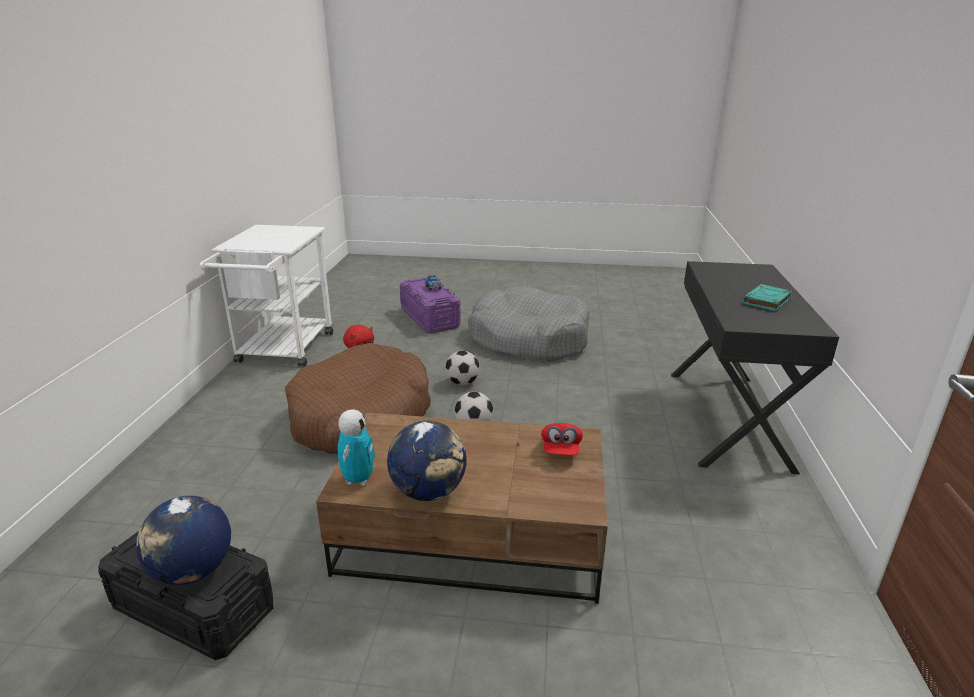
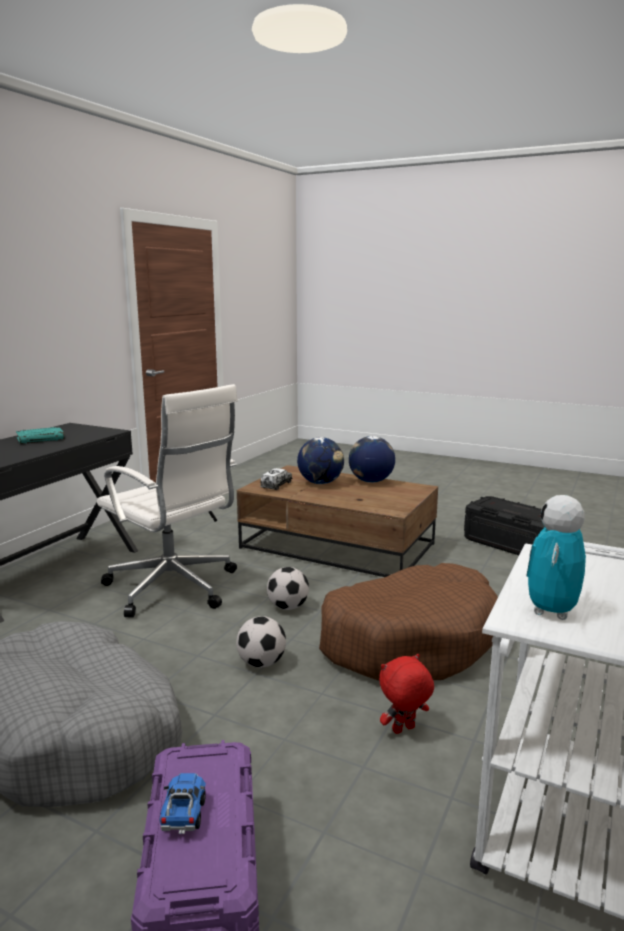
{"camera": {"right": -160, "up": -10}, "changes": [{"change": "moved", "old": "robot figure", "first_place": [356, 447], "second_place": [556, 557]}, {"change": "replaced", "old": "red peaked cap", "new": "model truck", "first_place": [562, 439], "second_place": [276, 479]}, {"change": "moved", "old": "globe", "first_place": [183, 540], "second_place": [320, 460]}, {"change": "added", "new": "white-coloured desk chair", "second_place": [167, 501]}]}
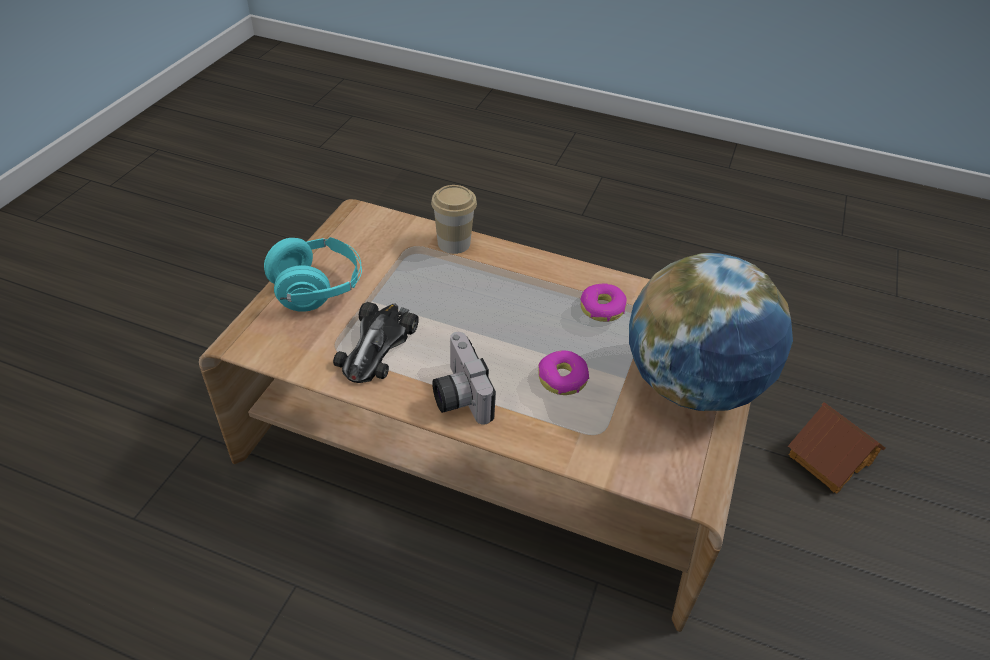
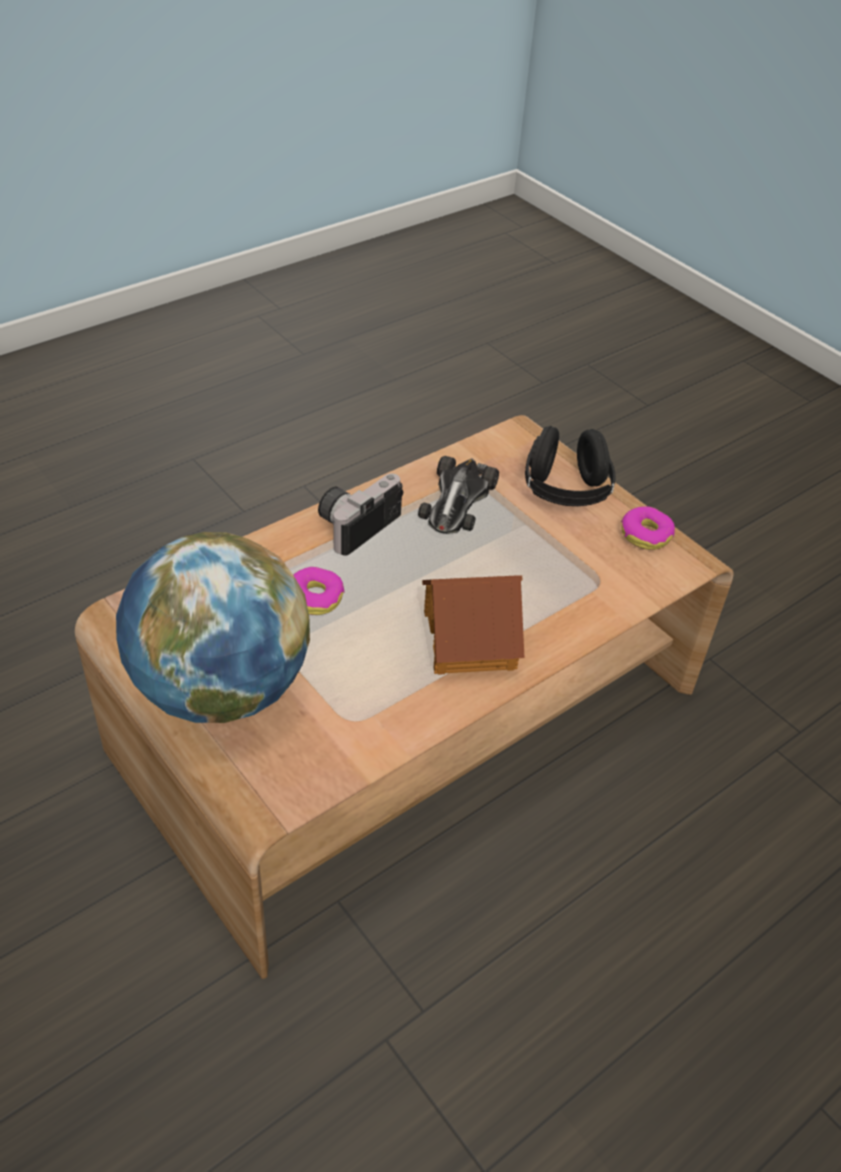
{"camera": {"right": 120, "up": 0}, "changes": [{"change": "removed", "old": "small cup", "first_place": [454, 219]}, {"change": "recoloured", "old": "blue-green headset", "new": "blackish headset", "first_place": [313, 274], "second_place": [570, 466]}, {"change": "moved", "old": "doughnut", "first_place": [603, 302], "second_place": [648, 528]}, {"change": "turned", "old": "toy car", "first_place": [376, 342], "second_place": [458, 495], "degrees": -120}, {"change": "turned", "old": "still camera", "first_place": [464, 378], "second_place": [360, 515], "degrees": -60}, {"change": "moved", "old": "model house", "first_place": [836, 448], "second_place": [473, 625]}]}
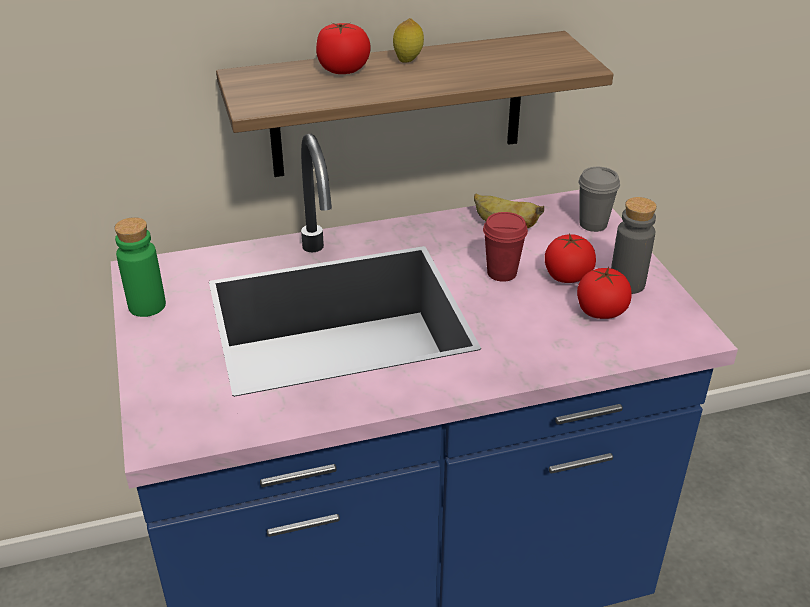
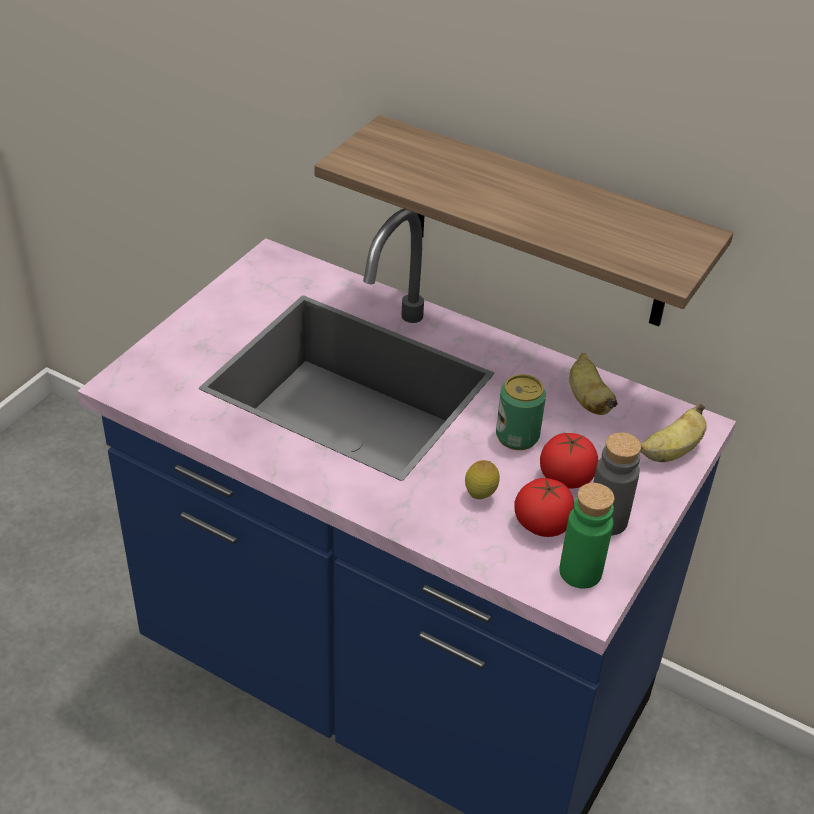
{"camera": {"right": 45, "up": 5}, "changes": [{"change": "moved", "old": "lemon", "first_place": [408, 40], "second_place": [482, 479]}, {"change": "removed", "old": "whole tomato", "first_place": [343, 48]}, {"change": "replaced", "old": "gray small cup", "new": "banana", "first_place": [599, 199], "second_place": [673, 432]}, {"change": "replaced", "old": "red small cup", "new": "sealed can", "first_place": [505, 247], "second_place": [521, 412]}, {"change": "moved", "old": "green bottle", "first_place": [140, 267], "second_place": [587, 536]}]}
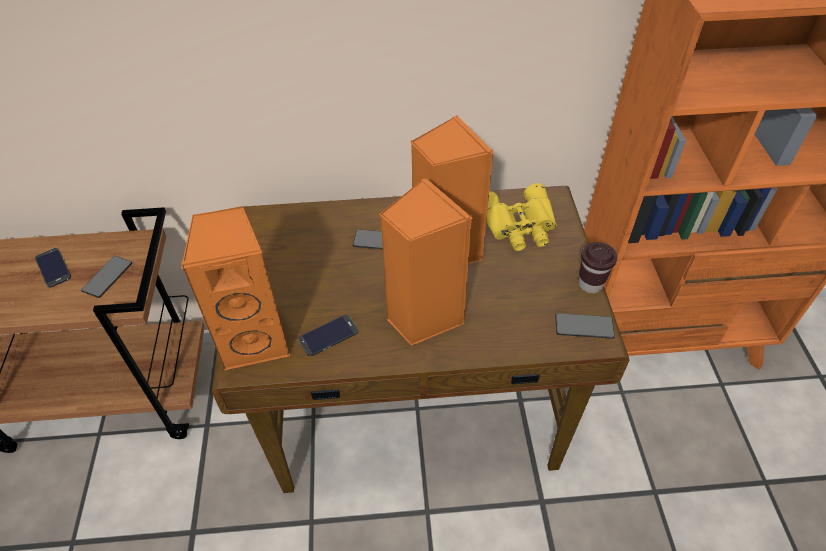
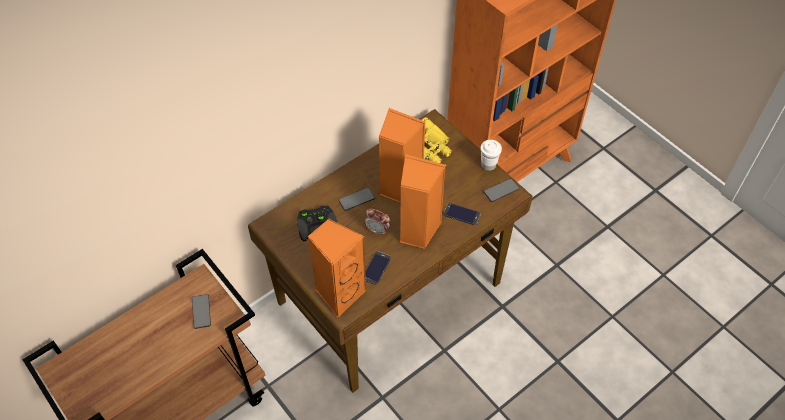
{"camera": {"right": -35, "up": 5}, "changes": [{"change": "recoloured", "old": "brownish small cup", "new": "white-coloured small cup", "first_place": [598, 267], "second_place": [491, 155]}, {"change": "moved", "old": "telephone", "first_place": [53, 267], "second_place": [462, 214]}, {"change": "added", "new": "blackish gamepad", "second_place": [317, 223]}, {"change": "added", "new": "table clock", "second_place": [377, 222]}]}
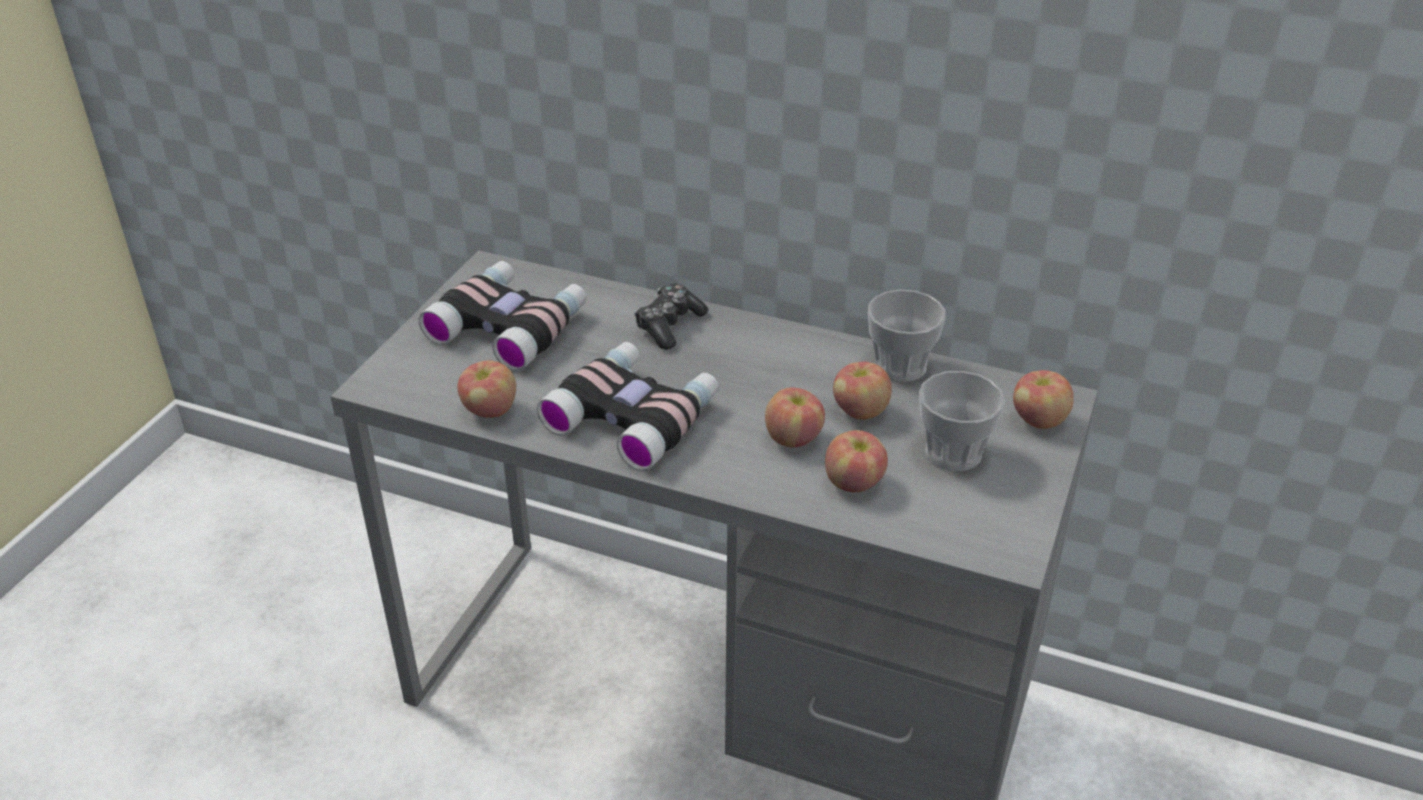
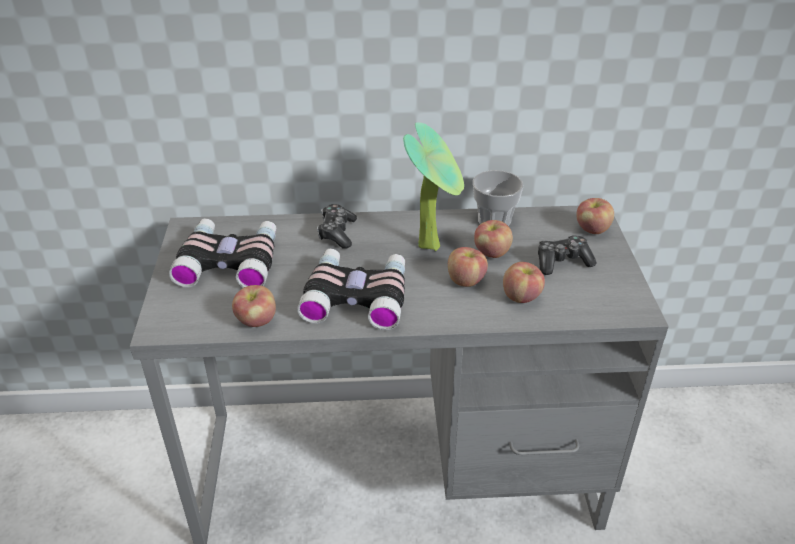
{"camera": {"right": -25, "up": 0}, "changes": [{"change": "replaced", "old": "small cup", "new": "gamepad", "first_place": [962, 421], "second_place": [567, 255]}, {"change": "added", "new": "houseplant", "second_place": [433, 186]}]}
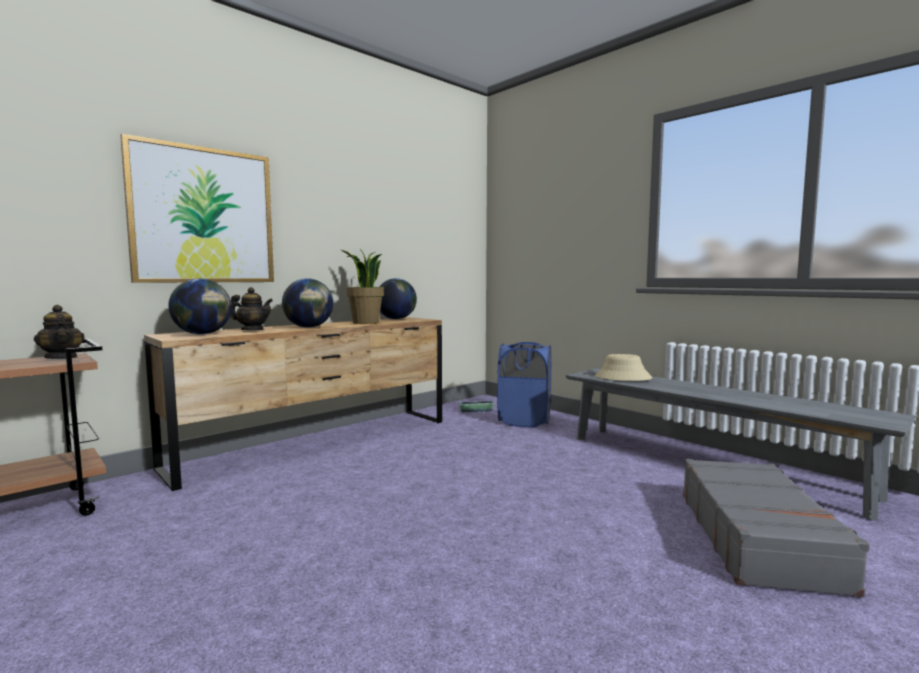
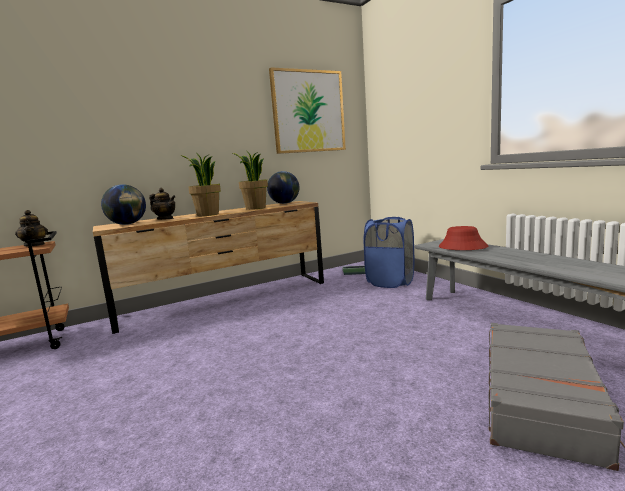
{"camera": {"right": 15, "up": 5}, "changes": [{"change": "moved", "old": "picture", "first_place": [197, 208], "second_place": [307, 110]}, {"change": "replaced", "old": "globe", "new": "houseplant", "first_place": [307, 303], "second_place": [201, 185]}, {"change": "recoloured", "old": "sand-coloured hat", "new": "red hat", "first_place": [623, 367], "second_place": [463, 238]}]}
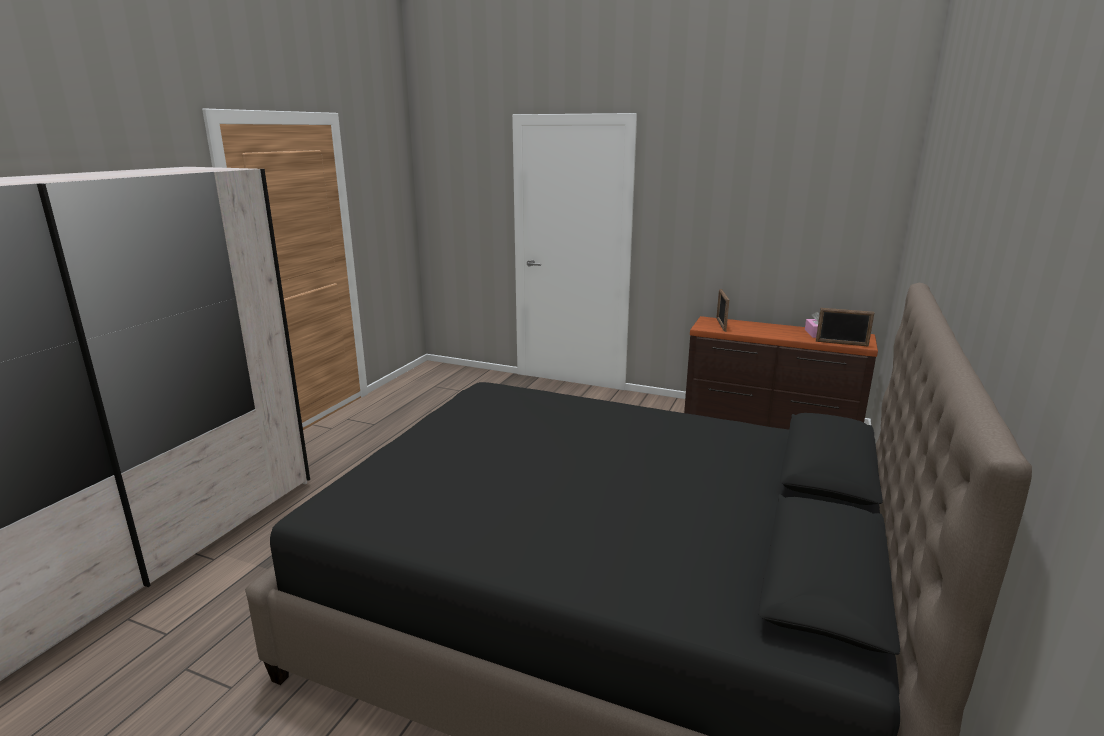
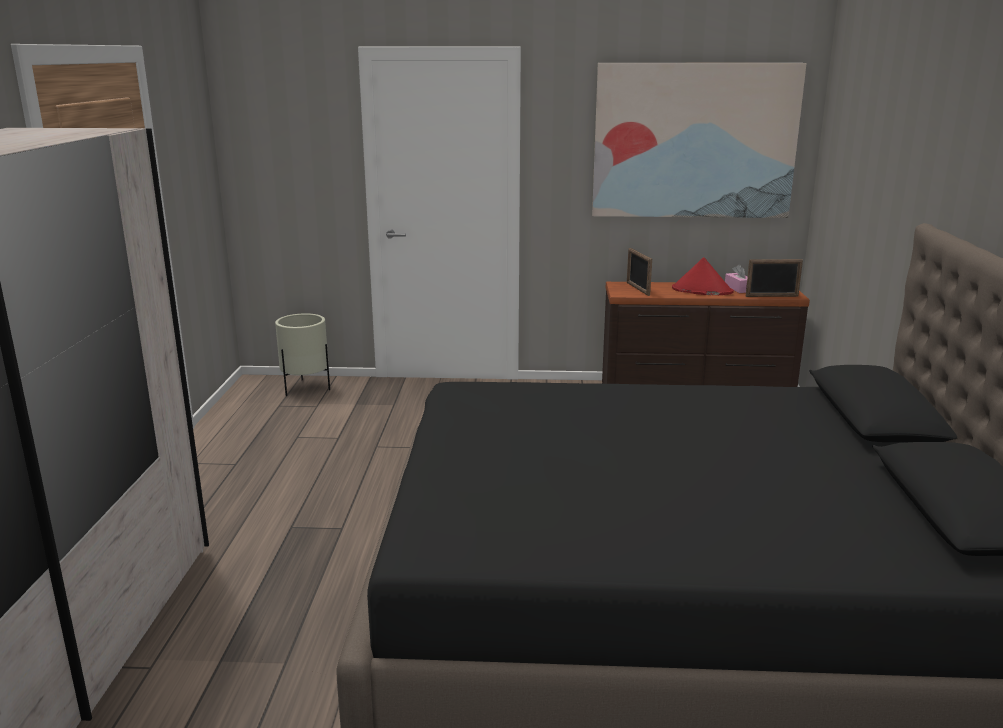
{"camera": {"right": -20, "up": 0}, "changes": [{"change": "added", "new": "picture", "second_place": [699, 140]}, {"change": "added", "new": "red hat", "second_place": [703, 276]}, {"change": "added", "new": "sand-coloured planter", "second_place": [302, 354]}]}
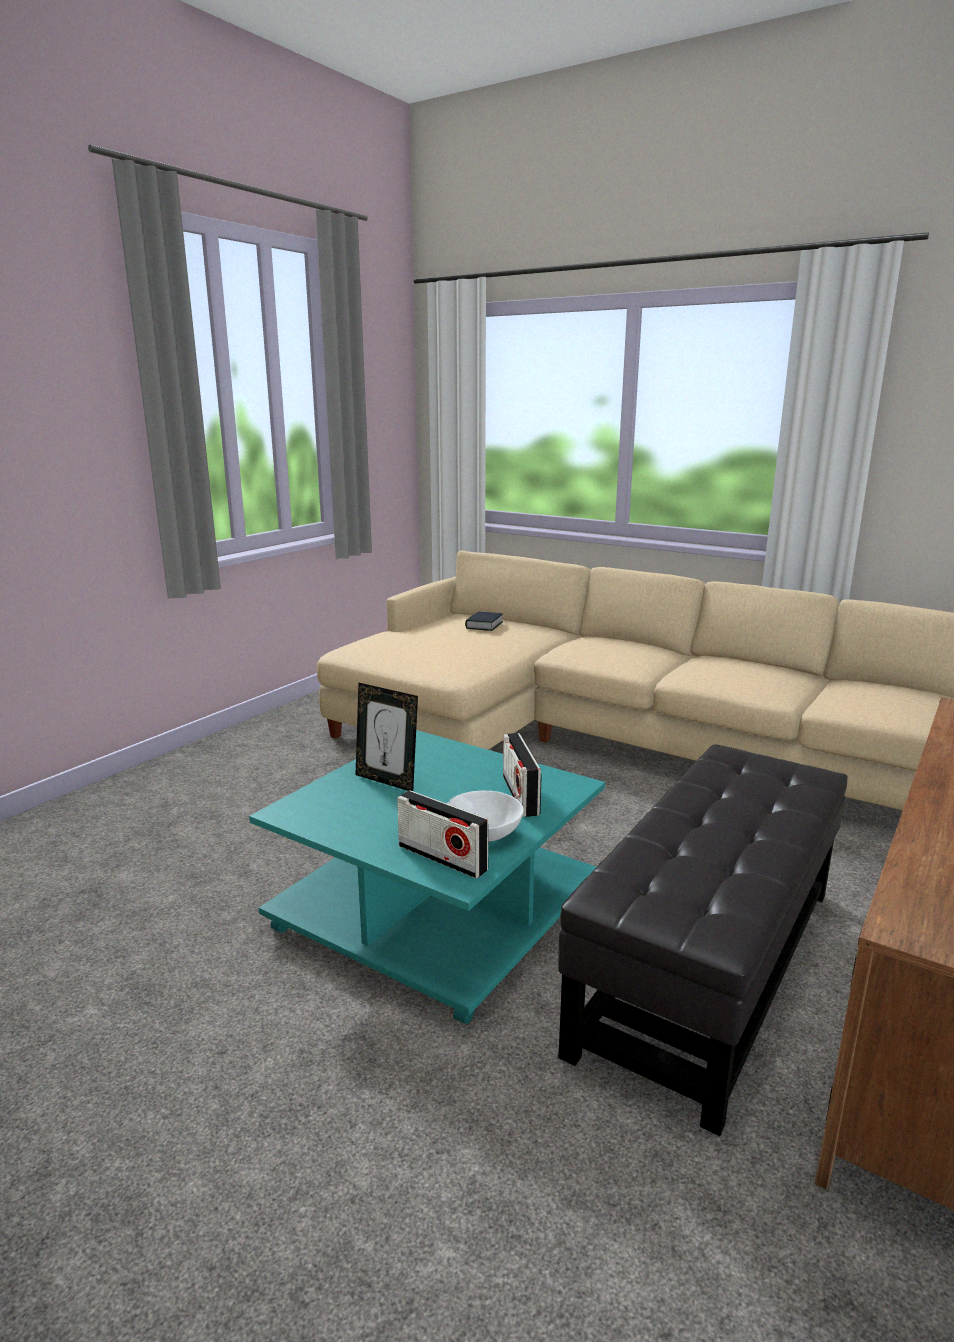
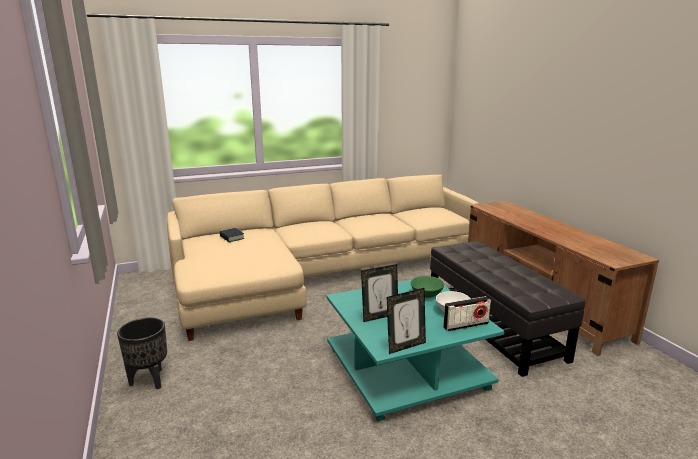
{"camera": {"right": -55, "up": 0}, "changes": [{"change": "replaced", "old": "radio receiver", "new": "green bowl", "first_place": [522, 775], "second_place": [427, 287]}, {"change": "added", "new": "photo frame", "second_place": [406, 321]}, {"change": "added", "new": "blackish planter", "second_place": [142, 353]}]}
